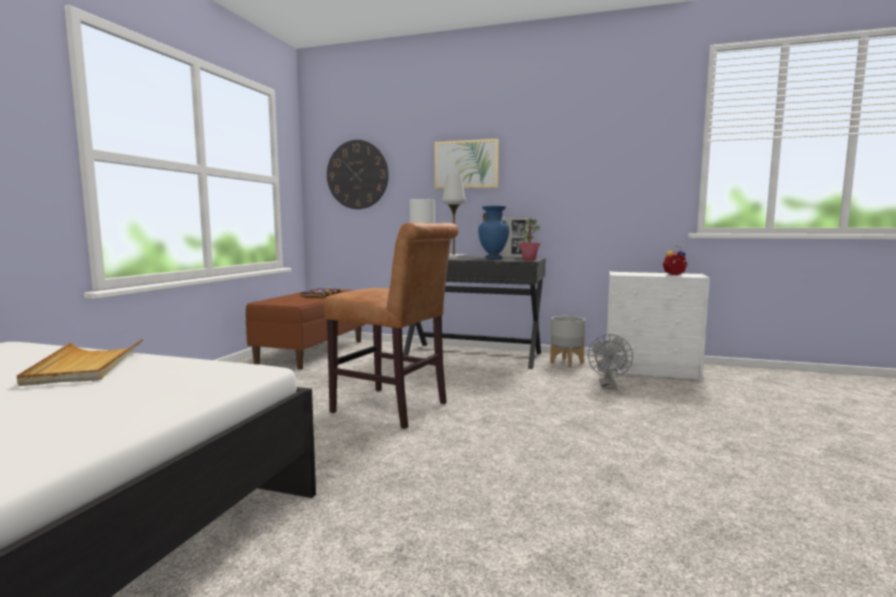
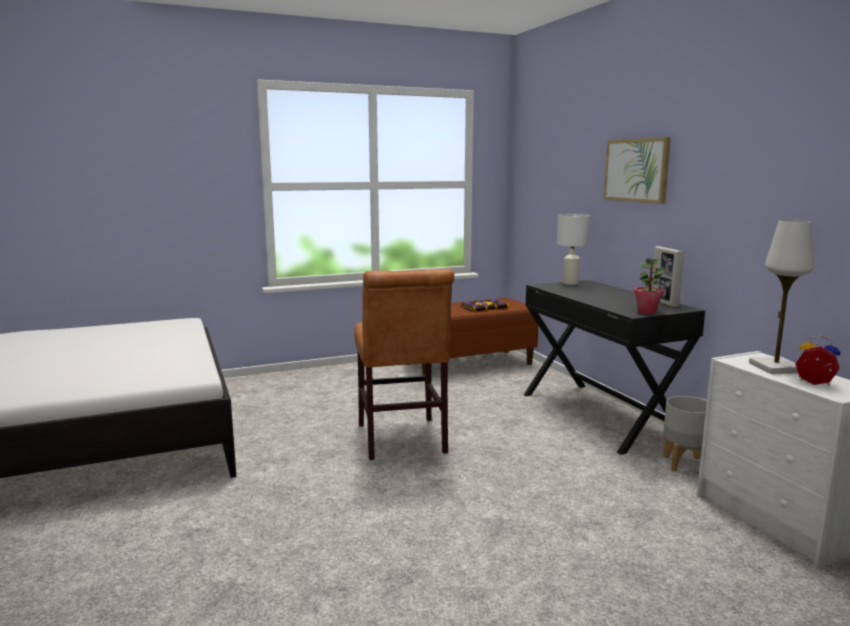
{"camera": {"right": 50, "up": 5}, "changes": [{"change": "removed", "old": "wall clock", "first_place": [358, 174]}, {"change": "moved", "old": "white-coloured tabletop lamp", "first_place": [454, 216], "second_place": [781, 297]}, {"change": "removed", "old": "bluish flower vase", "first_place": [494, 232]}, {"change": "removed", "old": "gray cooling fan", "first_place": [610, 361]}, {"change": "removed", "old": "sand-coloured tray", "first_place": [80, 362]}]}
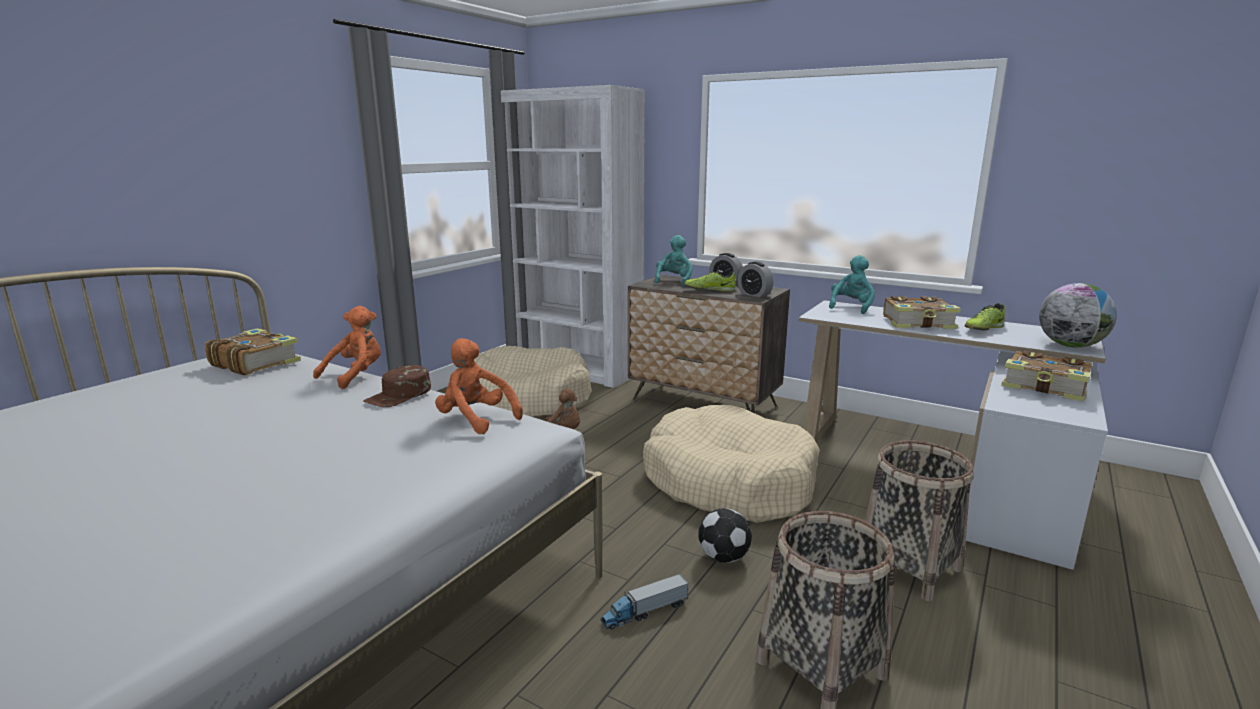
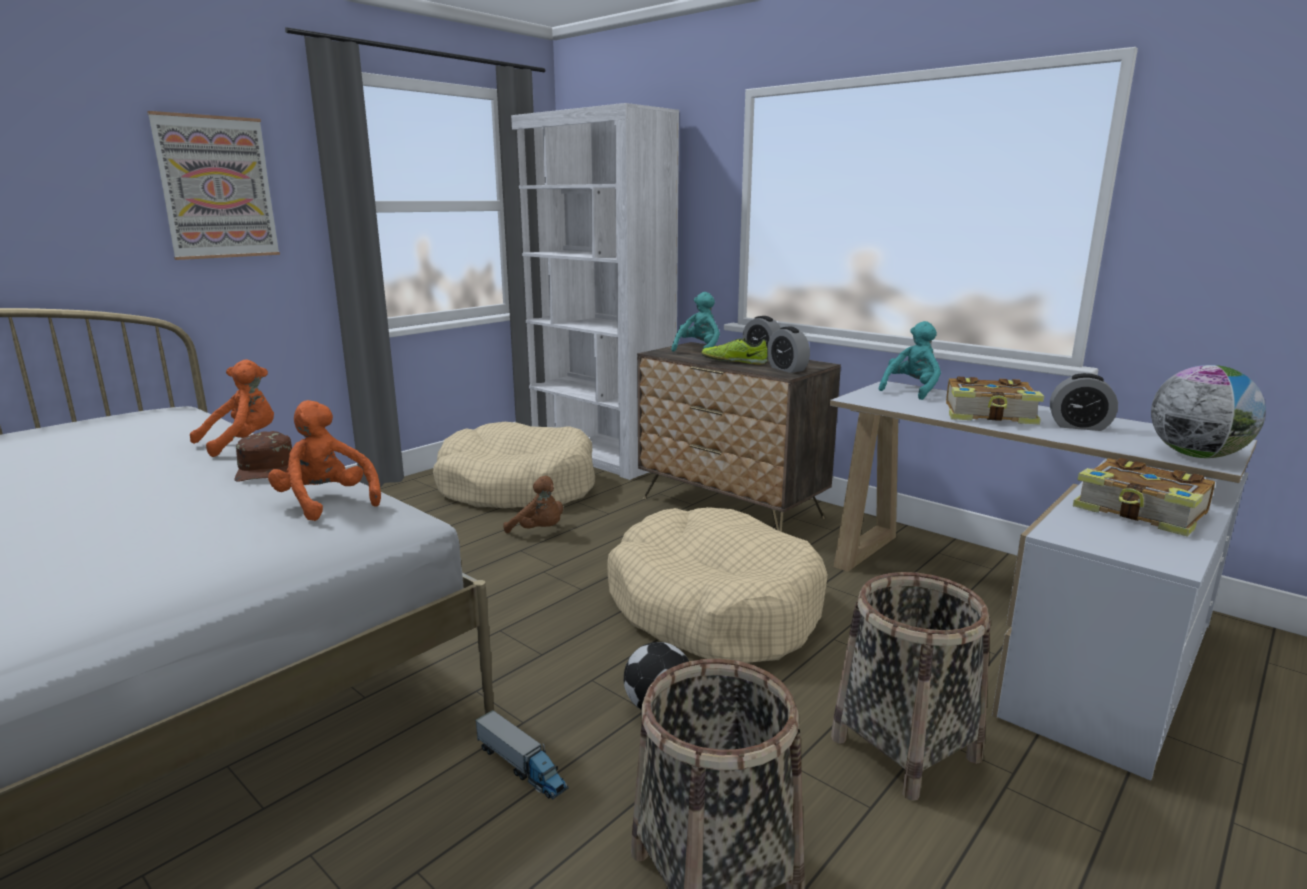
{"camera": {"right": 10, "up": 0}, "changes": [{"change": "replaced", "old": "item of footwear", "new": "table clock", "first_place": [985, 317], "second_place": [1084, 402]}, {"change": "removed", "old": "bound book", "first_place": [253, 351]}, {"change": "turned", "old": "brownish peaked cap", "first_place": [397, 386], "second_place": [263, 456], "degrees": -60}, {"change": "turned", "old": "model truck", "first_place": [644, 601], "second_place": [522, 754], "degrees": -120}, {"change": "added", "new": "picture", "second_place": [213, 185]}]}
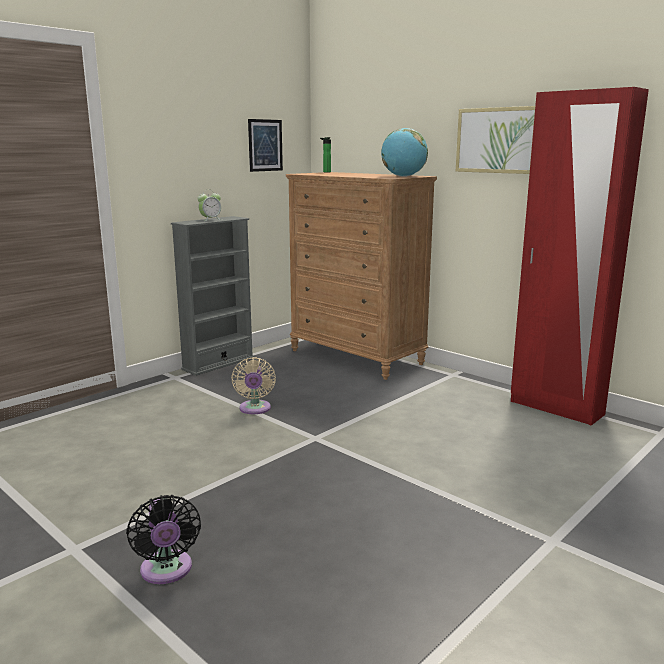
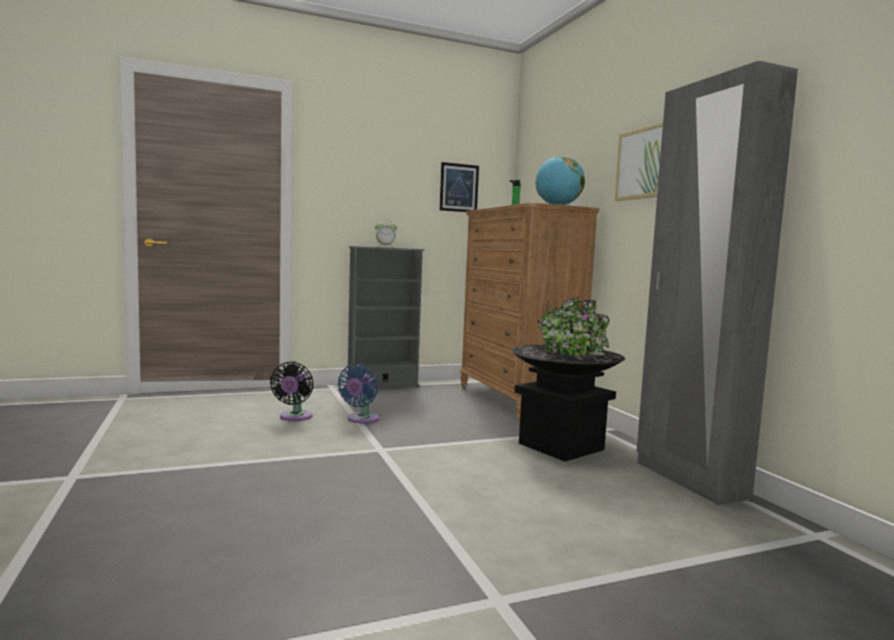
{"camera": {"right": 25, "up": -10}, "changes": [{"change": "recoloured", "old": "red clothes cupboard", "new": "gray clothes cupboard", "first_place": [580, 256], "second_place": [717, 283]}, {"change": "recoloured", "old": "sand-coloured cooling fan", "new": "bluish cooling fan", "first_place": [253, 385], "second_place": [358, 394]}, {"change": "moved", "old": "blackish cooling fan", "first_place": [163, 539], "second_place": [292, 391]}, {"change": "added", "new": "blackish planter", "second_place": [568, 379]}]}
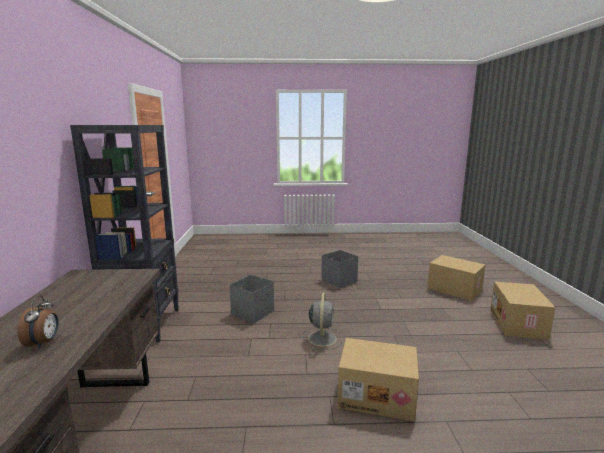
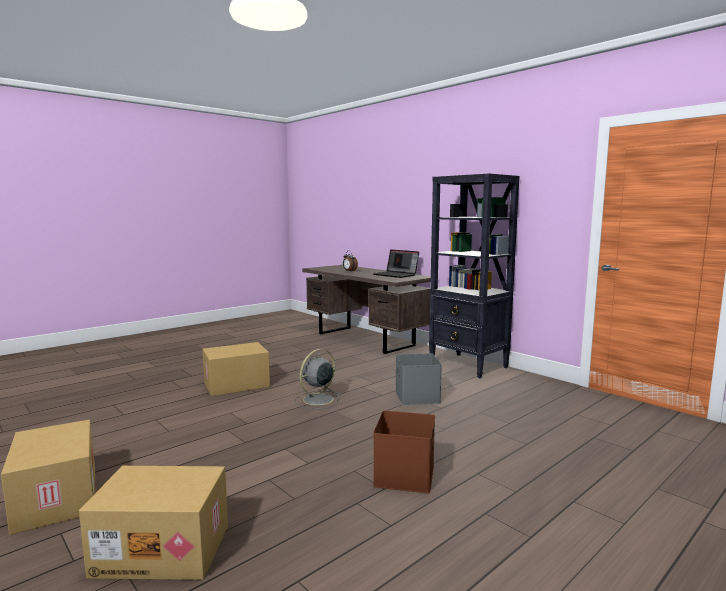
{"camera": {"right": 140, "up": -5}, "changes": [{"change": "recoloured", "old": "gray storage container", "new": "brownish storage container", "first_place": [339, 269], "second_place": [404, 452]}, {"change": "turned", "old": "gray cooling fan", "first_place": [322, 321], "second_place": [318, 379], "degrees": 75}, {"change": "added", "new": "notebook computer", "second_place": [396, 264]}]}
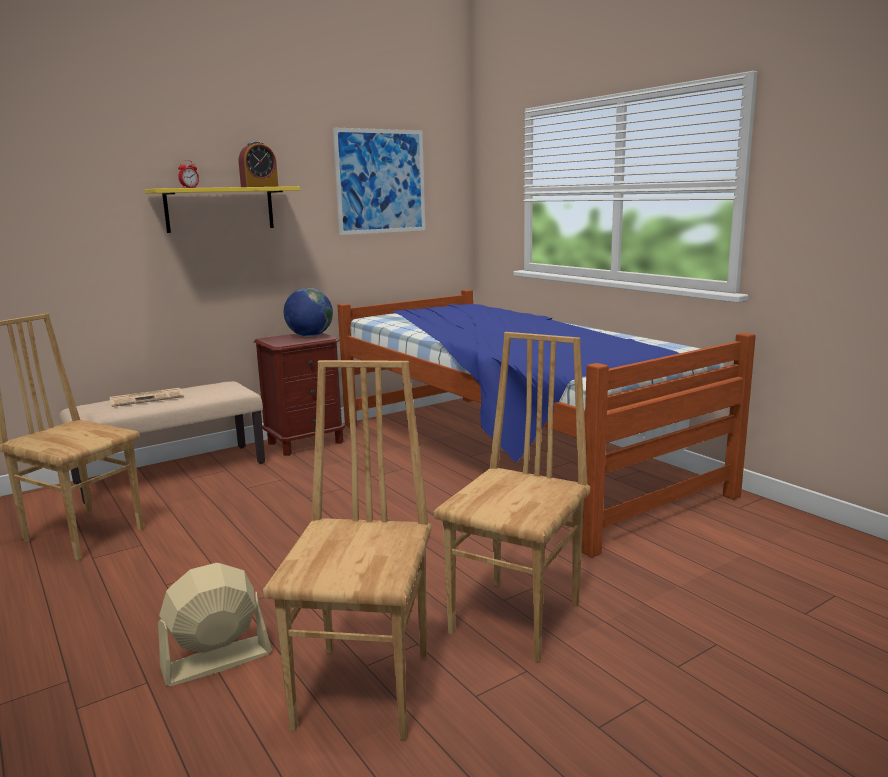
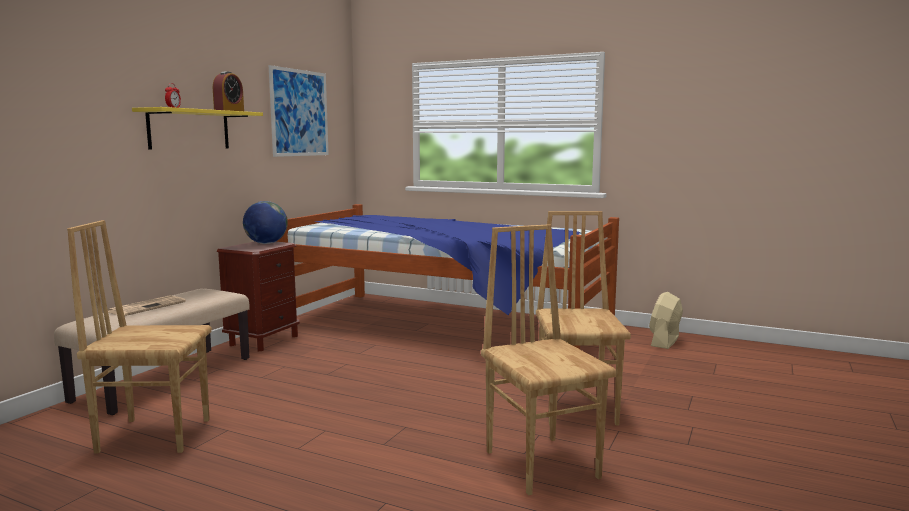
{"camera": {"right": -30, "up": -5}, "changes": [{"change": "moved", "old": "sand-coloured cooling fan", "first_place": [215, 624], "second_place": [666, 320]}]}
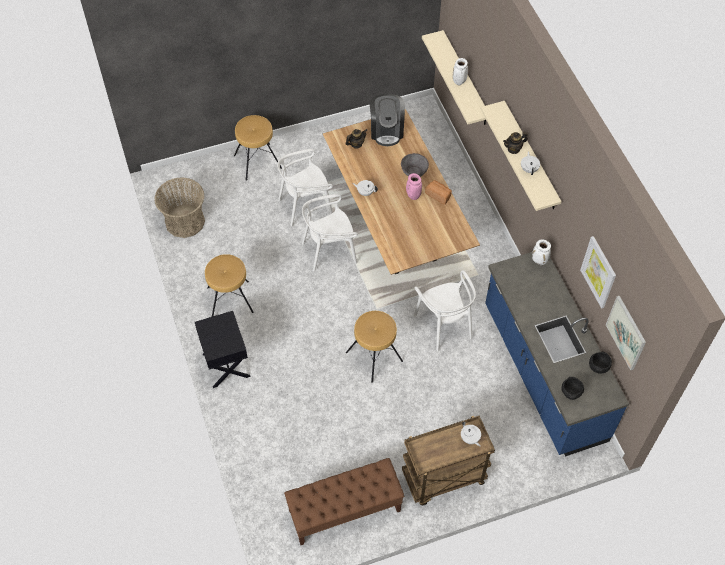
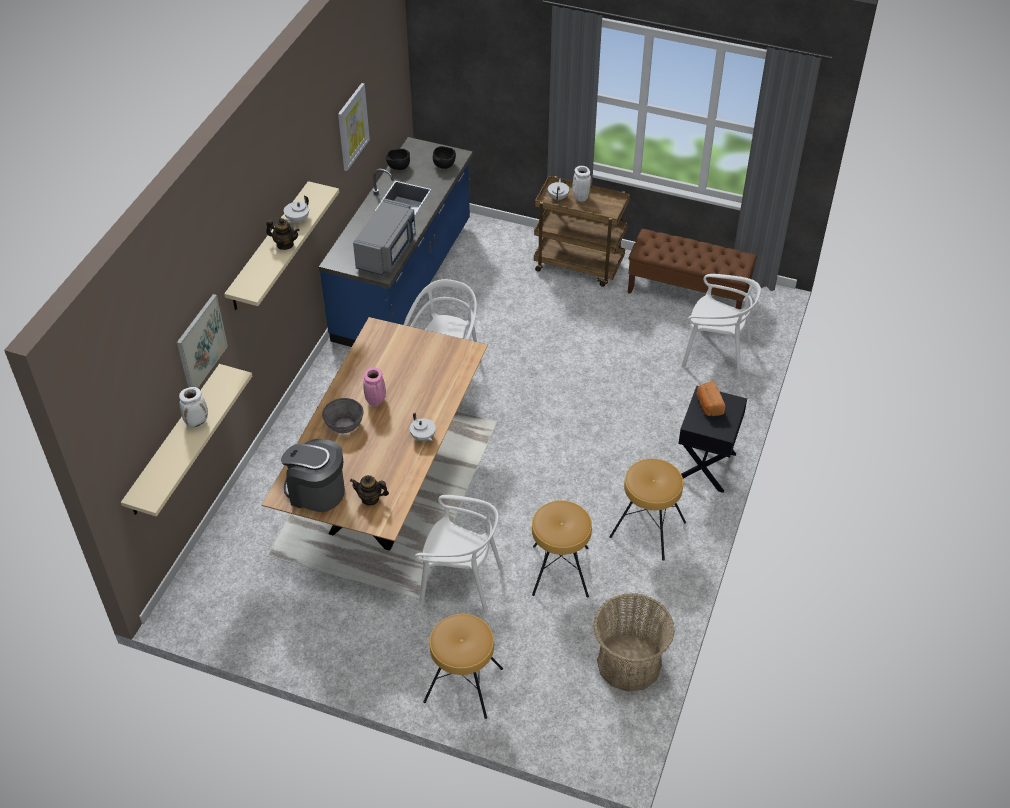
{"camera": {"right": -140, "up": -10}, "changes": [{"change": "turned", "old": "coffee maker", "first_place": [387, 120], "second_place": [313, 475], "degrees": -105}, {"change": "moved", "old": "bread", "first_place": [438, 192], "second_place": [710, 398]}, {"change": "moved", "old": "white-coloured chair", "first_place": [330, 233], "second_place": [721, 325]}, {"change": "moved", "old": "white-coloured flower vase", "first_place": [541, 252], "second_place": [581, 184]}, {"change": "moved", "old": "picture", "first_place": [626, 333], "second_place": [202, 341]}, {"change": "moved", "old": "brownish stool seat", "first_place": [374, 347], "second_place": [562, 548]}, {"change": "added", "new": "gray microwave", "second_place": [384, 236]}]}
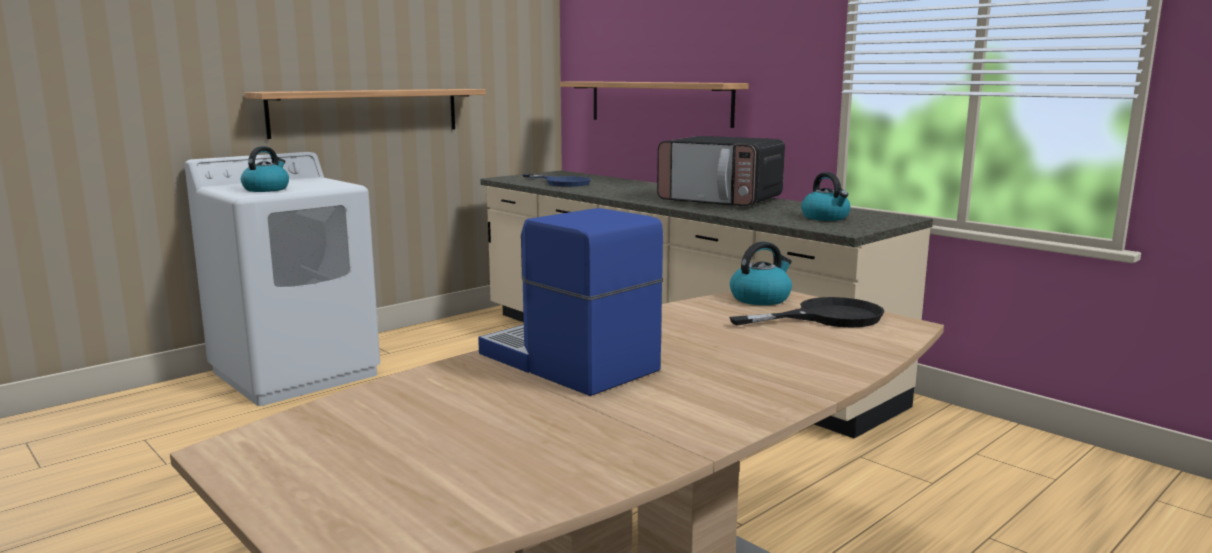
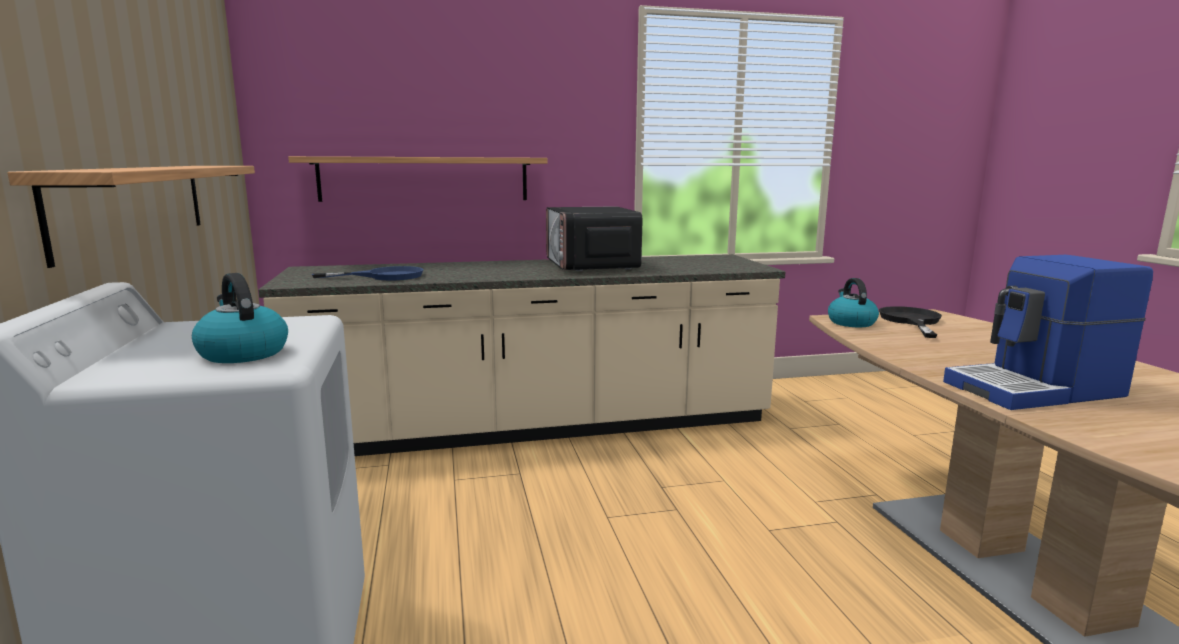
{"camera": {"right": -60, "up": 0}, "changes": [{"change": "turned", "old": "microwave", "first_place": [721, 171], "second_place": [594, 238], "degrees": 105}, {"change": "removed", "old": "kettle", "first_place": [825, 196]}]}
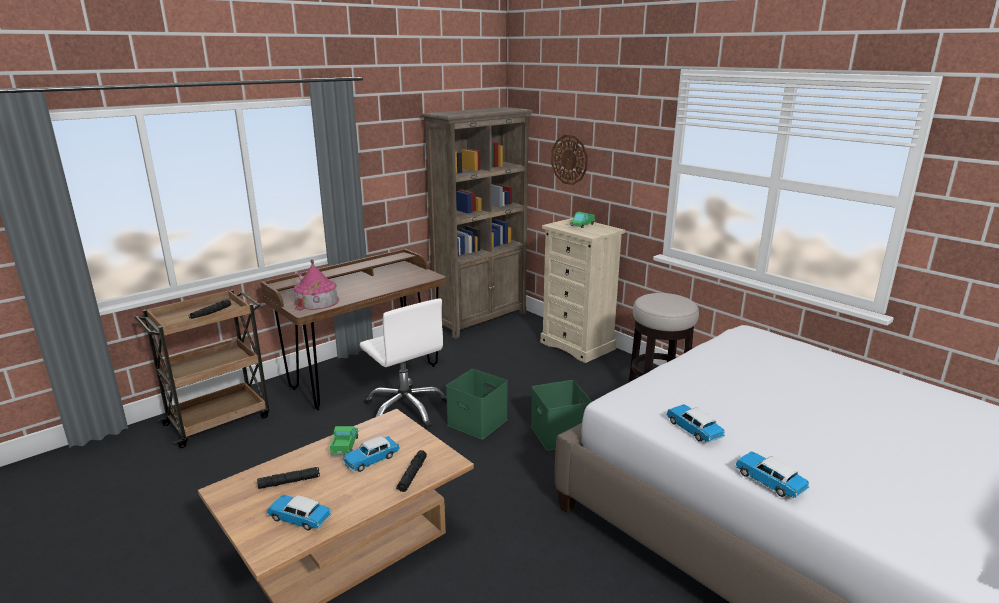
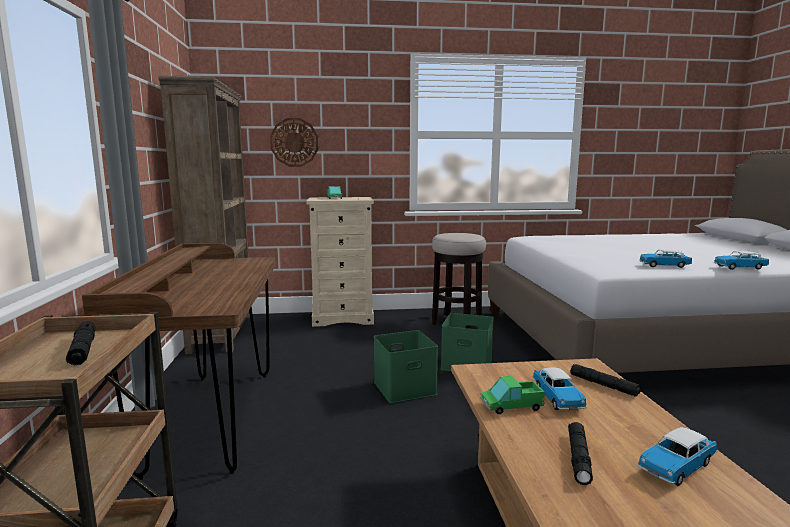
{"camera": {"right": -55, "up": -10}, "changes": [{"change": "removed", "old": "model house", "first_place": [316, 285]}, {"change": "removed", "old": "white-coloured desk chair", "first_place": [403, 363]}, {"change": "turned", "old": "model truck", "first_place": [344, 441], "second_place": [512, 395], "degrees": -45}]}
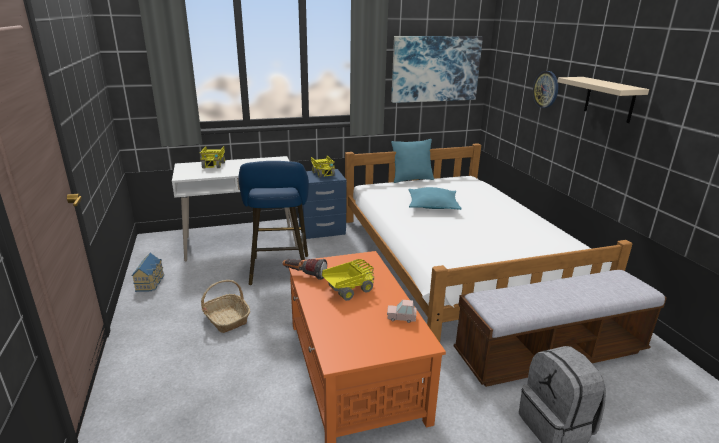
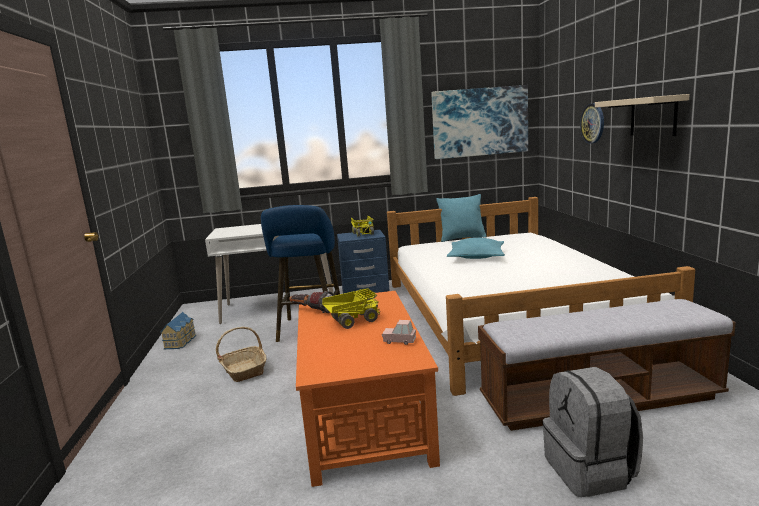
{"camera": {"right": 10, "up": -10}, "changes": [{"change": "removed", "old": "model truck", "first_place": [212, 157]}]}
